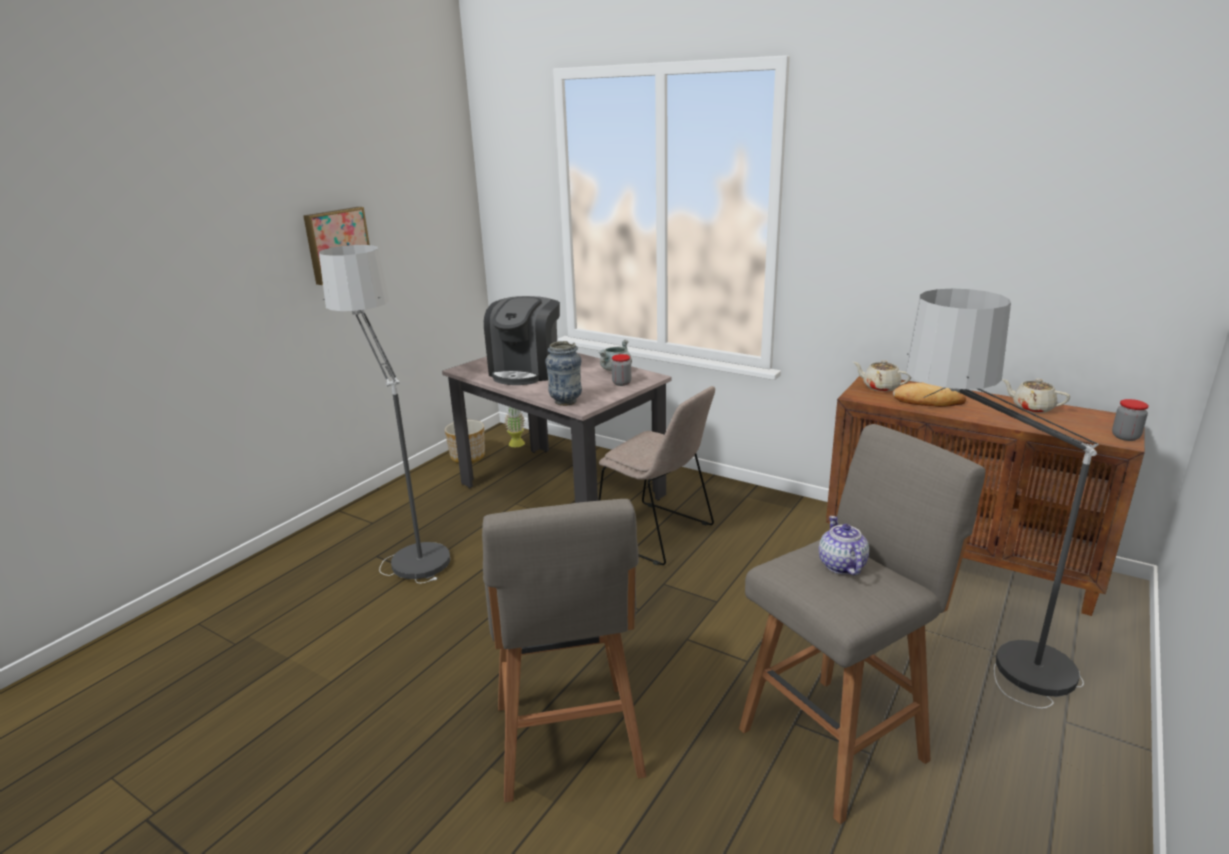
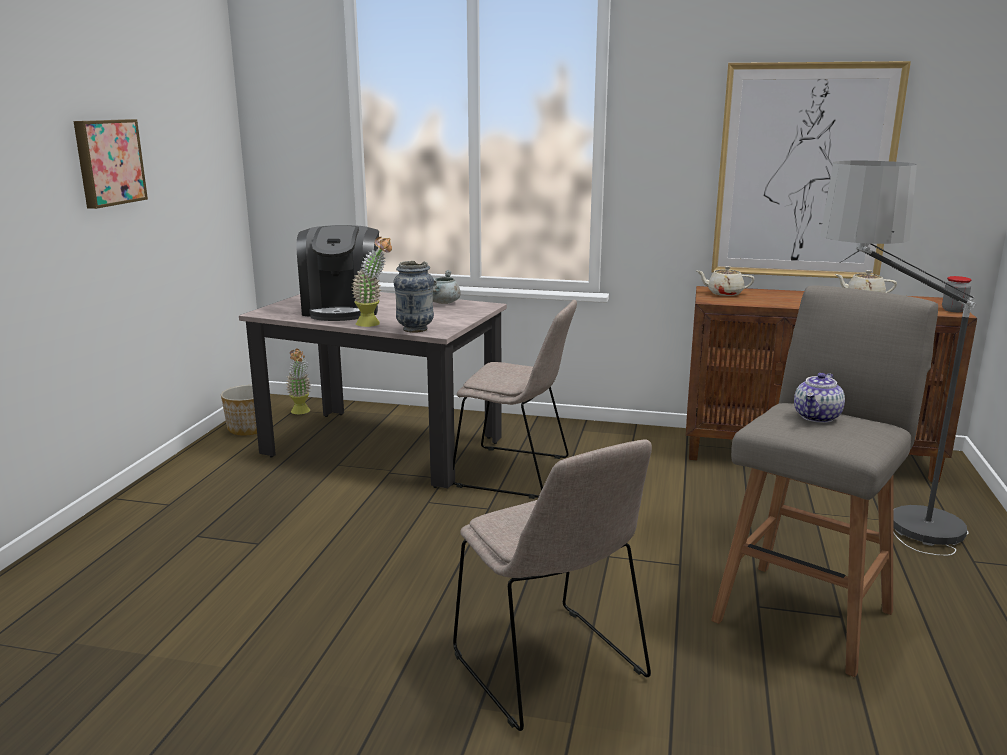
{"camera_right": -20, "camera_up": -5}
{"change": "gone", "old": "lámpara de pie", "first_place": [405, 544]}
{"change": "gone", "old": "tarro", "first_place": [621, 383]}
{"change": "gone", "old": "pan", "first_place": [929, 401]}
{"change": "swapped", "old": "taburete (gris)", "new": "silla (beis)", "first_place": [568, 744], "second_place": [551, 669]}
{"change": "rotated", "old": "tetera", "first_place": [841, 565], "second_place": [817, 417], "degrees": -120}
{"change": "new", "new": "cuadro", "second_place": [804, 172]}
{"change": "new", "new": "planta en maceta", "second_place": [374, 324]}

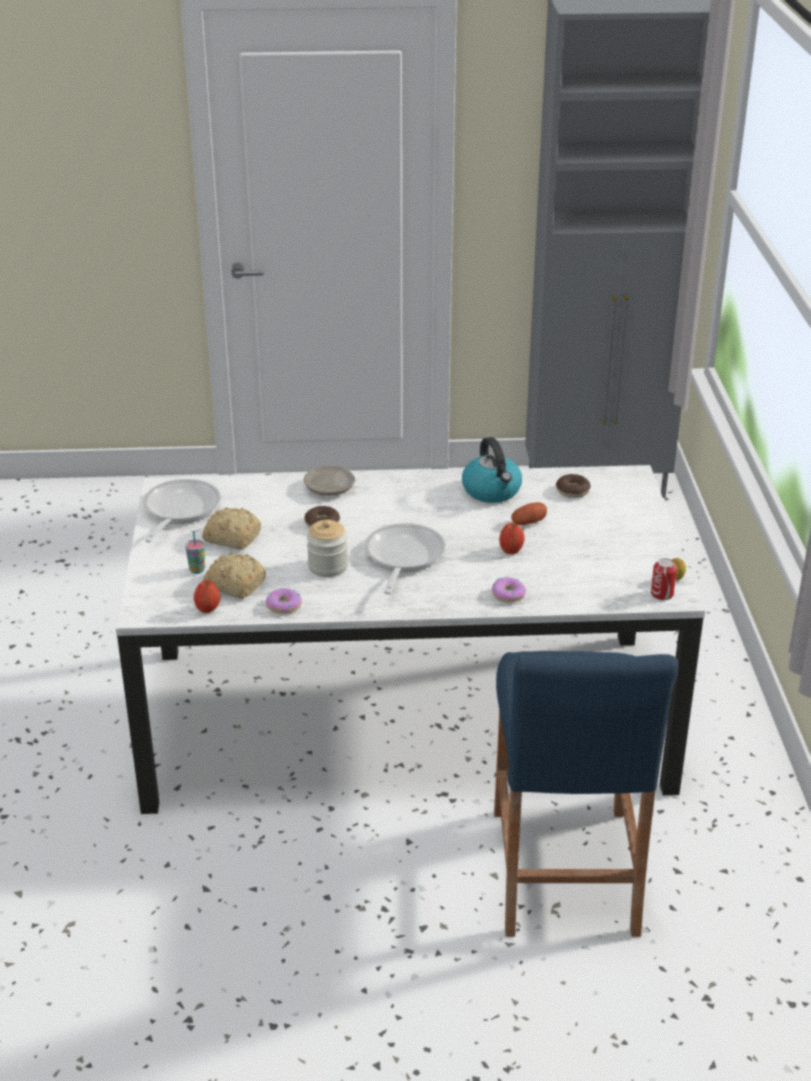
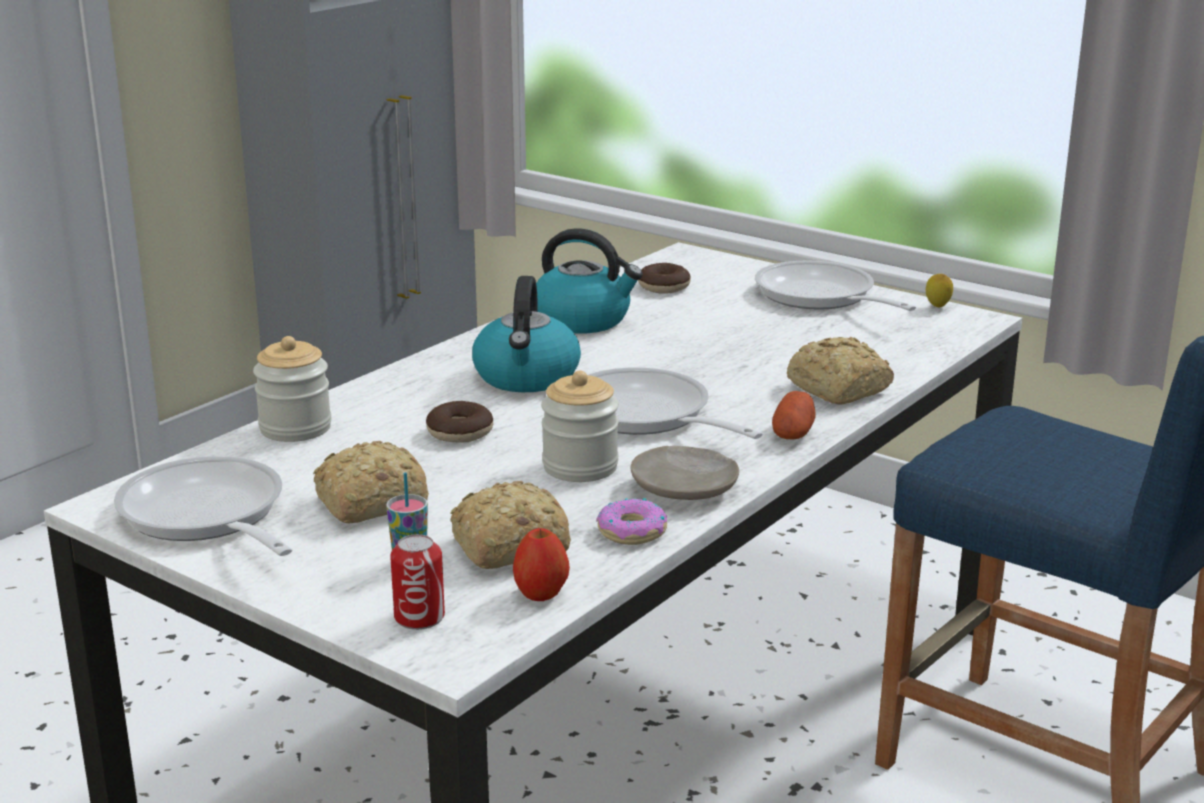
{"camera_right": -50, "camera_up": -10}
{"change": "shifted", "old": "plato (beis)", "first_place": [330, 488], "second_place": [685, 489]}
{"change": "shifted", "old": "patata", "first_place": [528, 522], "second_place": [793, 433]}
{"change": "gone", "old": "manzana", "first_place": [511, 550]}
{"change": "shifted", "old": "lata", "first_place": [662, 594], "second_place": [419, 617]}
{"change": "swapped", "old": "rosquilla", "new": "pan", "first_place": [508, 594], "second_place": [838, 390]}
{"change": "new", "new": "sartén", "second_place": [820, 297]}
{"change": "new", "new": "hervidor", "second_place": [527, 377]}
{"change": "new", "new": "tarro", "second_place": [295, 428]}

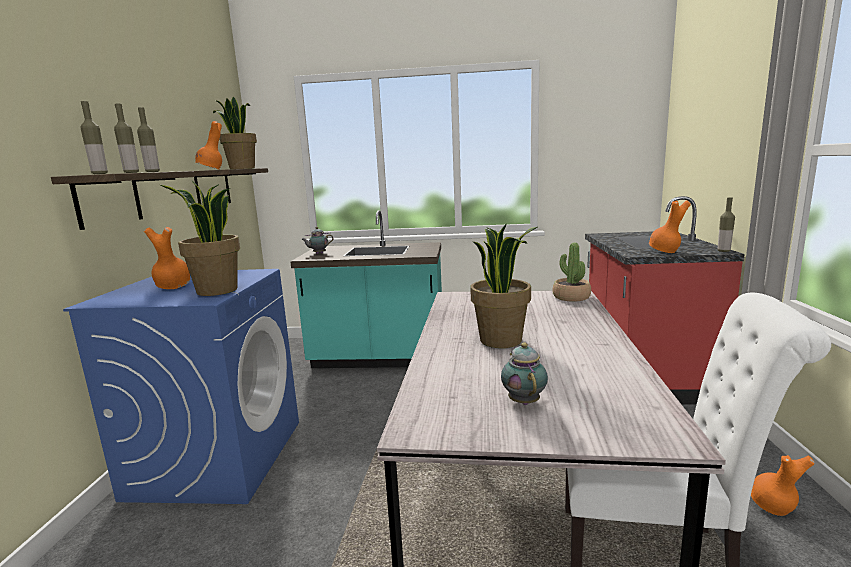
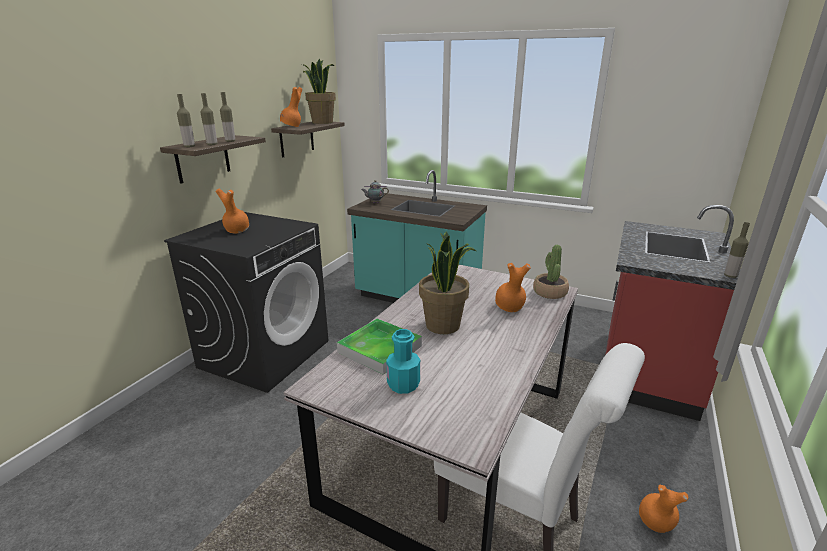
{"camera_right": 20, "camera_up": 10}
{"change": "gone", "old": "planta en maceta", "first_place": [216, 291]}
{"change": "shifted", "old": "florero (naranja)", "first_place": [664, 252], "second_place": [509, 308]}
{"change": "repainted", "old": "lavadora (azul)", "new": "lavadora (negro)", "first_place": [218, 457], "second_place": [265, 353]}
{"change": "swapped", "old": "tetera", "new": "botella (turquesa)", "first_place": [523, 401], "second_place": [403, 384]}
{"change": "new", "new": "bandeja", "second_place": [380, 349]}

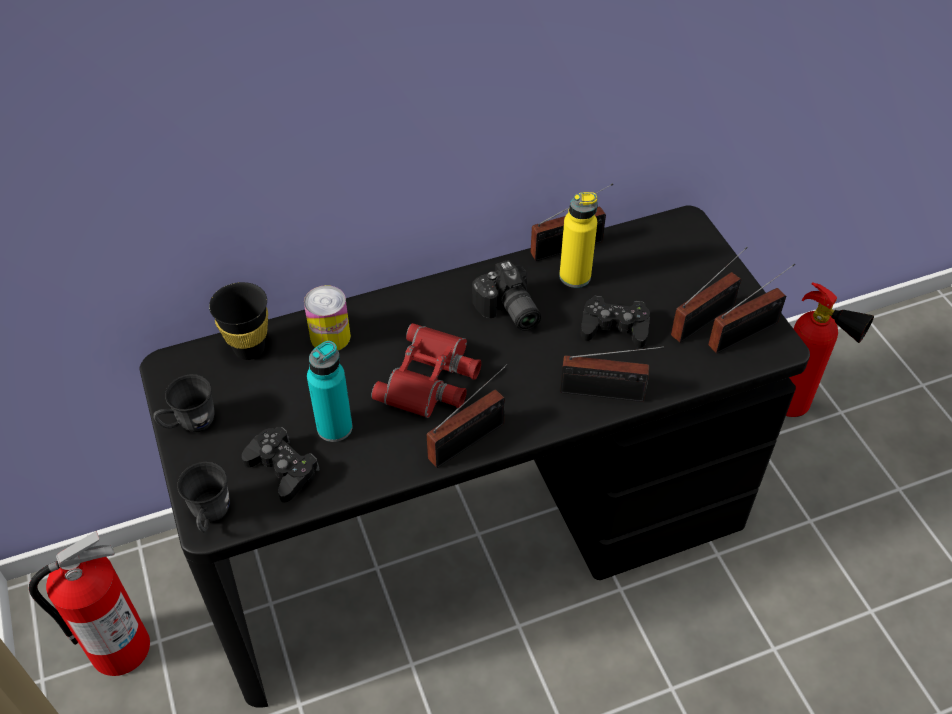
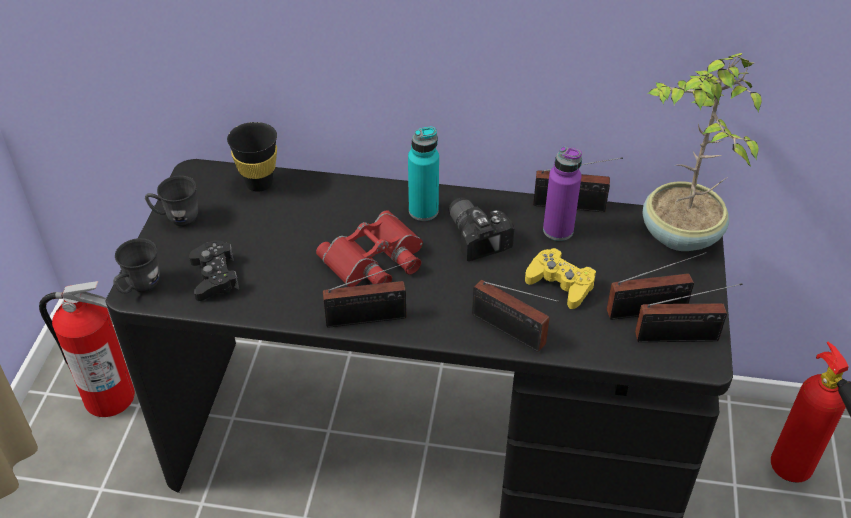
{"camera_right": 30, "camera_up": -5}
{"change": "repainted", "old": "botella (amarillo)", "new": "botella (morado)", "first_place": [575, 276], "second_place": [558, 230]}
{"change": "rotated", "old": "cámara", "first_place": [507, 312], "second_place": [478, 235], "degrees": 150}
{"change": "gone", "old": "lata", "first_place": [330, 337]}
{"change": "repainted", "old": "mando de consola (negro)", "new": "mando de consola (amarillo)", "first_place": [614, 327], "second_place": [560, 283]}
{"change": "shifted", "old": "botella (turquesa)", "first_place": [334, 427], "second_place": [423, 211]}
{"change": "new", "new": "planta en maceta", "second_place": [678, 236]}

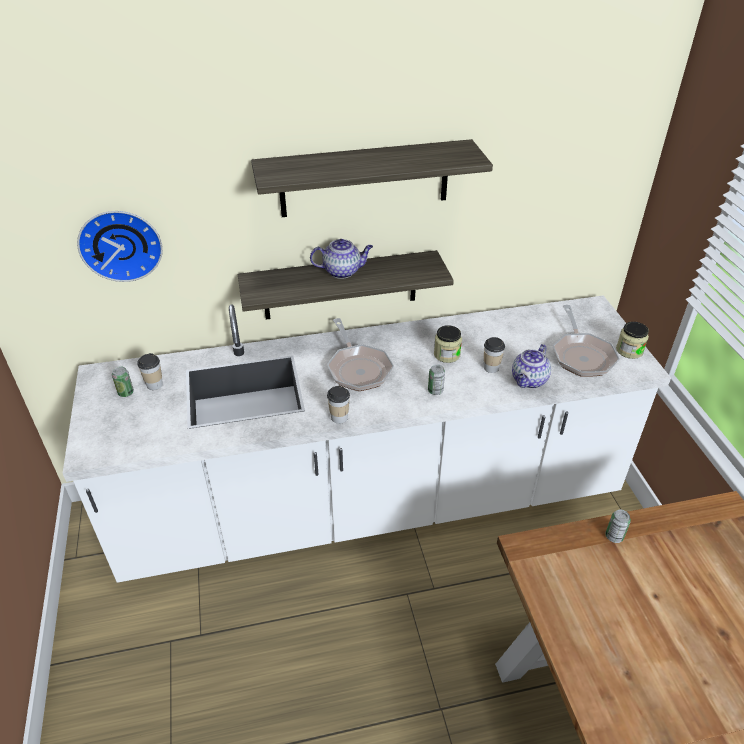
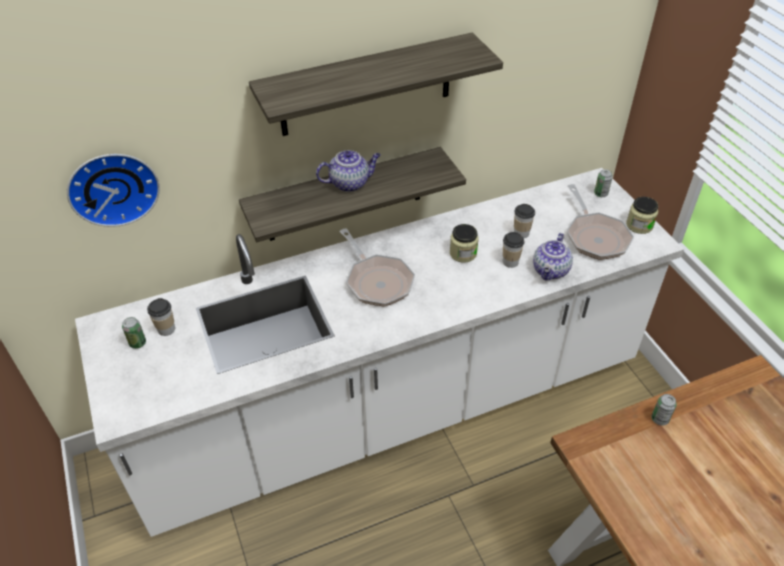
{"camera_right": -10, "camera_up": 5}
{"change": "shifted", "old": "lata", "first_place": [435, 391], "second_place": [600, 194]}
{"change": "shifted", "old": "taza", "first_place": [339, 417], "second_place": [521, 233]}

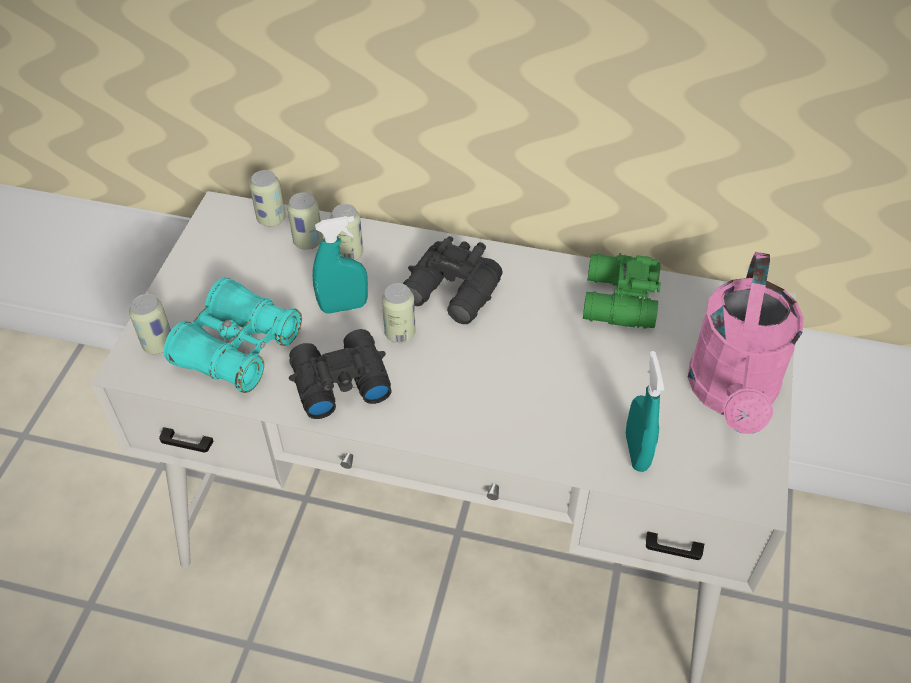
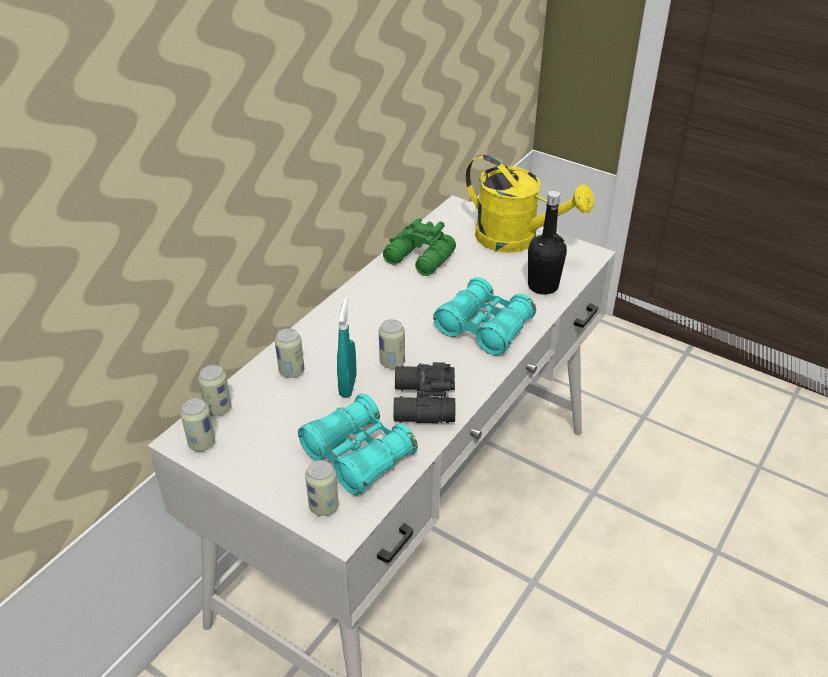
{"camera_right": -70, "camera_up": -10}
{"change": "shifted", "old": "lata", "first_place": [308, 241], "second_place": [202, 443]}
{"change": "gone", "old": "prismáticos (negro)", "first_place": [452, 294]}
{"change": "repainted", "old": "regadera (rosa)", "new": "regadera (amarillo)", "first_place": [732, 395], "second_place": [517, 240]}
{"change": "swapped", "old": "pulverizador (turquesa)", "new": "botella (negro)", "first_place": [636, 451], "second_place": [543, 286]}
{"change": "new", "new": "prismáticos (turquesa)", "second_place": [484, 328]}

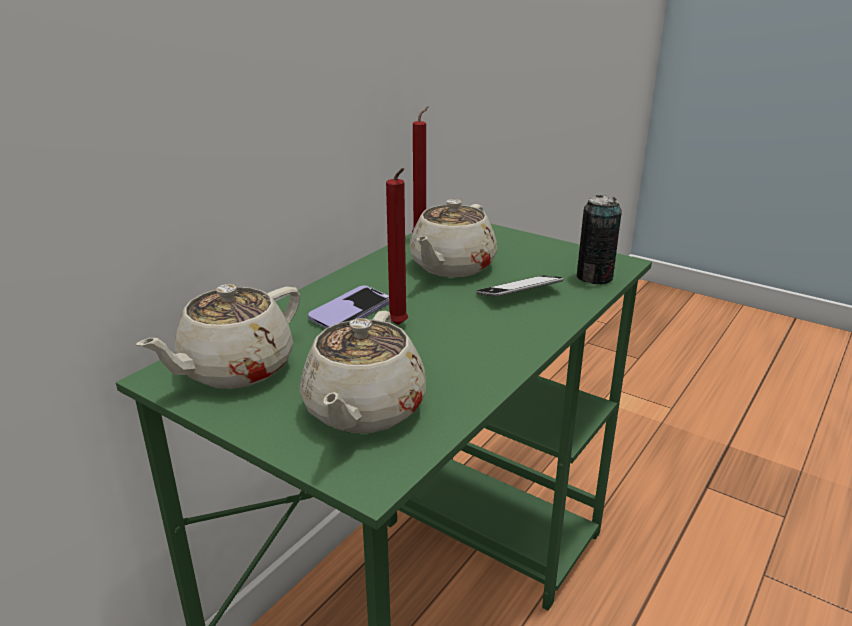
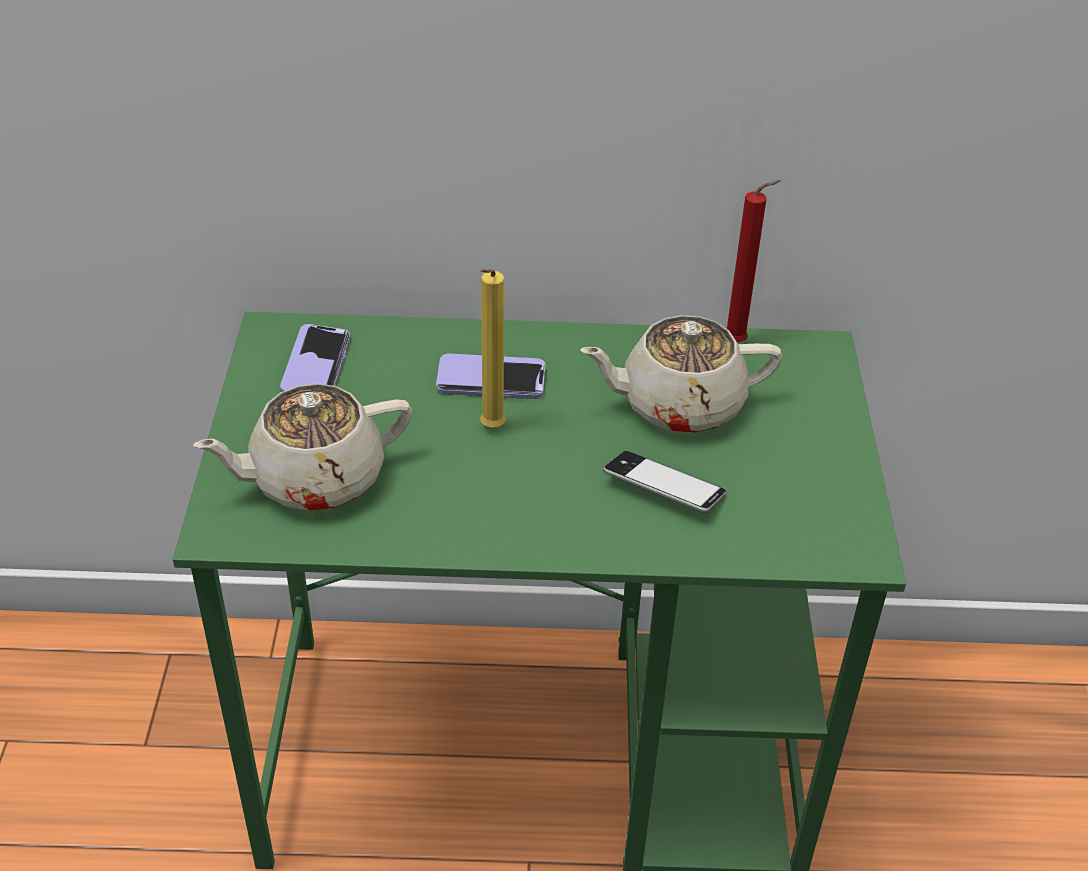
{"camera_right": 55, "camera_up": 15}
{"change": "repainted", "old": "vela (rojo)", "new": "vela (amarillo)", "first_place": [399, 326], "second_place": [490, 429]}
{"change": "gone", "old": "lata", "first_place": [594, 278]}
{"change": "swapped", "old": "tetera (beis)", "new": "móvil", "first_place": [234, 369], "second_place": [316, 365]}

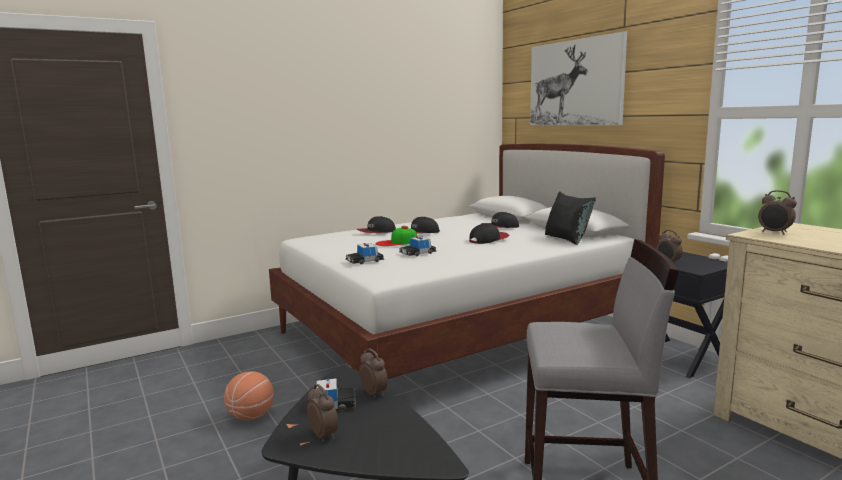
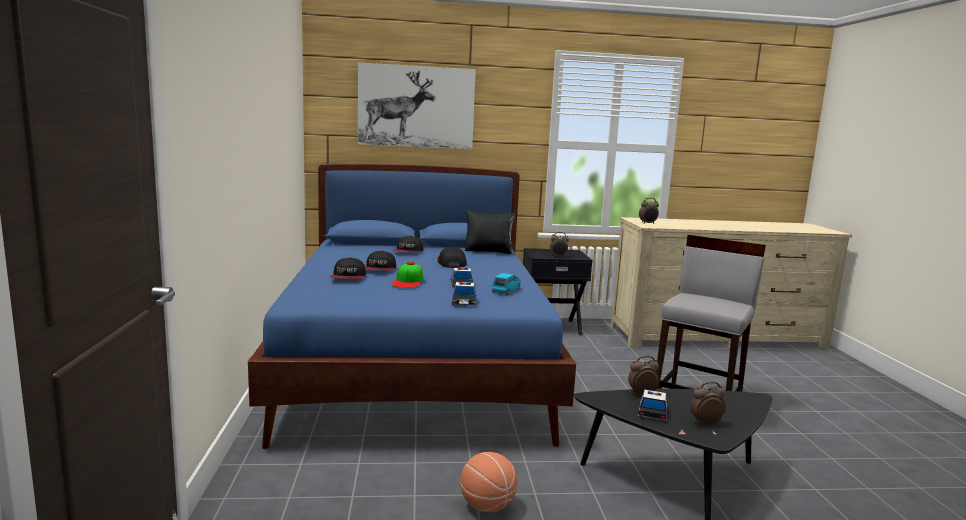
{"camera_right": -65, "camera_up": 0}
{"change": "repainted", "old": "cama (blanco)", "new": "cama (azul)", "first_place": [459, 333], "second_place": [416, 367]}
{"change": "new", "new": "coche de juguete (azul)", "second_place": [506, 290]}

